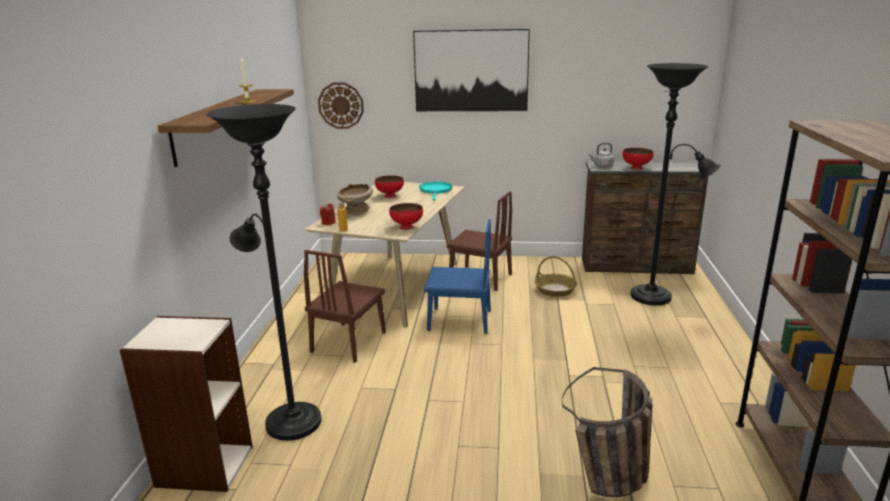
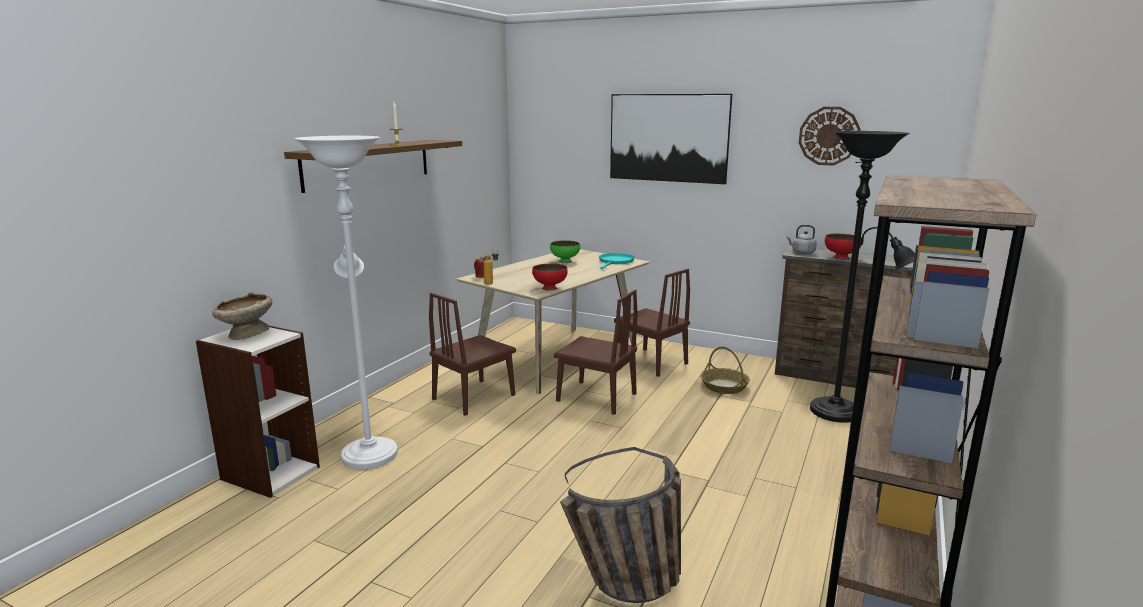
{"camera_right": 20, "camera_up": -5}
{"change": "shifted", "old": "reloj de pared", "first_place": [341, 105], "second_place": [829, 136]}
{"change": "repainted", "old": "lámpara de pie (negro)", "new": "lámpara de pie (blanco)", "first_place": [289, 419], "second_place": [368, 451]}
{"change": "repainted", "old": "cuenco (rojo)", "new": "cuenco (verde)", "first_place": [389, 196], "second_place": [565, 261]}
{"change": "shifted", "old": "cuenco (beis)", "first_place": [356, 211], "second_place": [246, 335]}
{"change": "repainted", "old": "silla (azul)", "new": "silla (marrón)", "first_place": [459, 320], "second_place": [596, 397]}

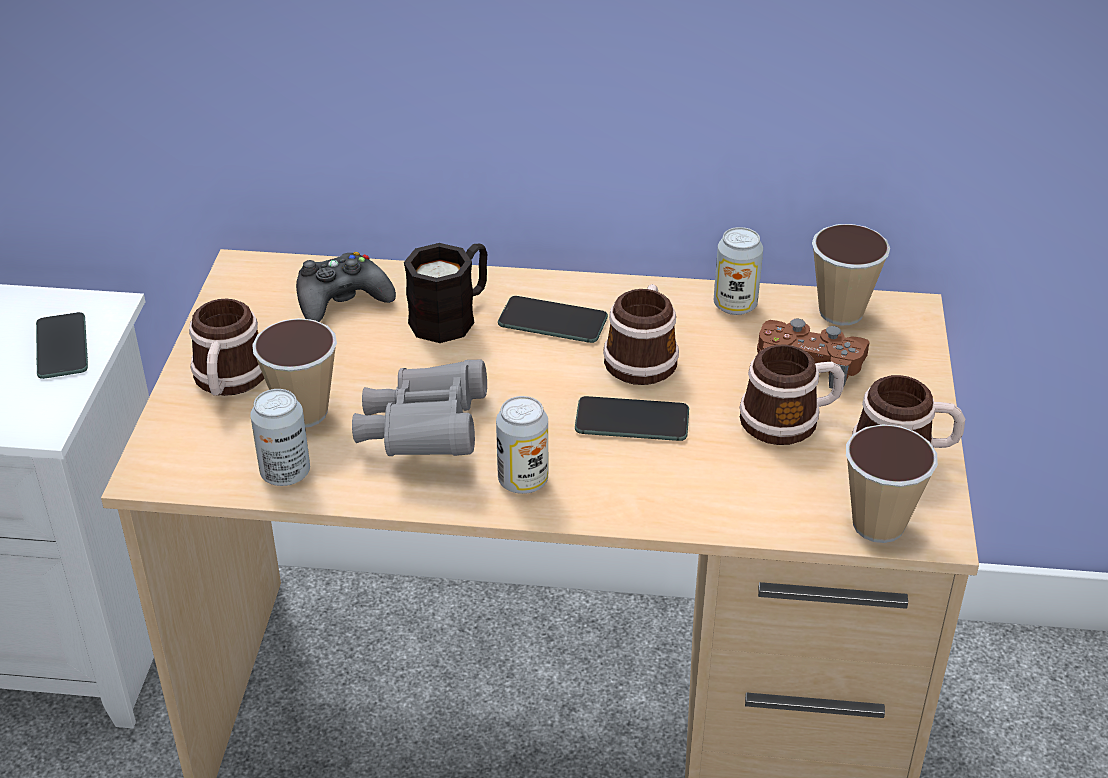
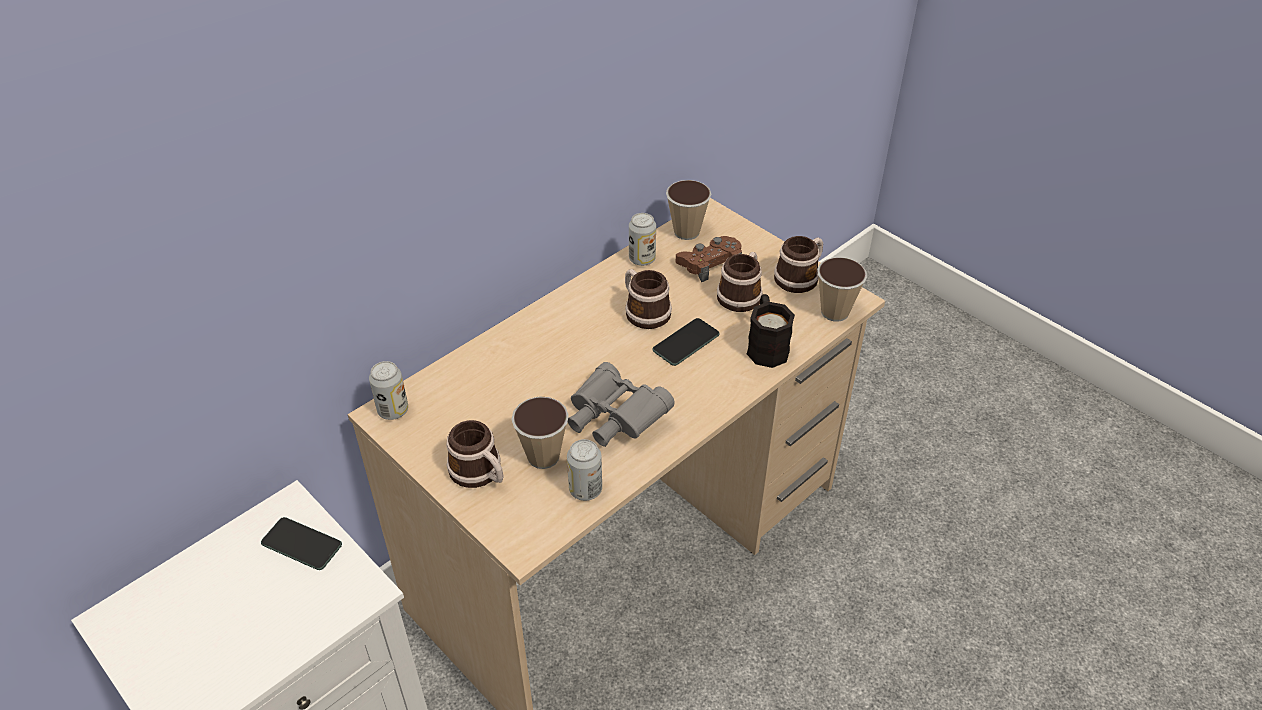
{"camera_right": -50, "camera_up": 5}
{"change": "shifted", "old": "taza grande (negro)", "first_place": [452, 316], "second_place": [766, 345]}
{"change": "gone", "old": "mando de consola (negro)", "first_place": [342, 299]}
{"change": "gone", "old": "móvil", "first_place": [552, 321]}
{"change": "shifted", "old": "lata", "first_place": [523, 480], "second_place": [393, 410]}

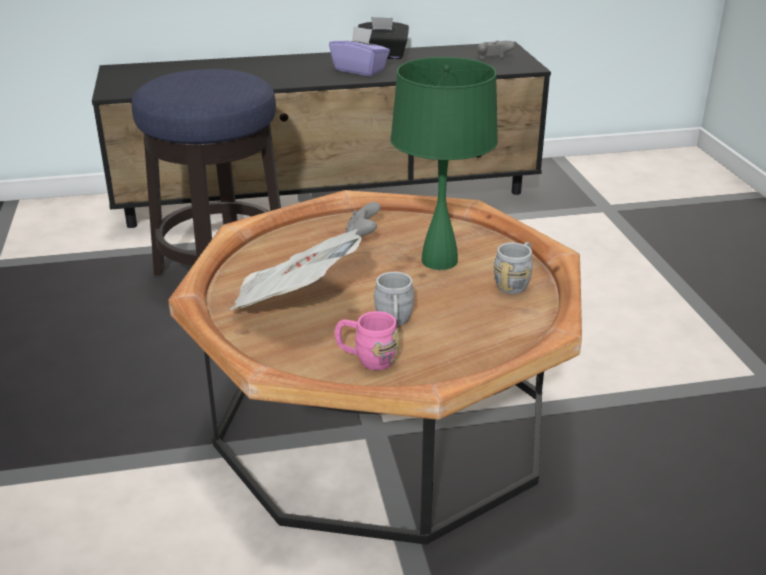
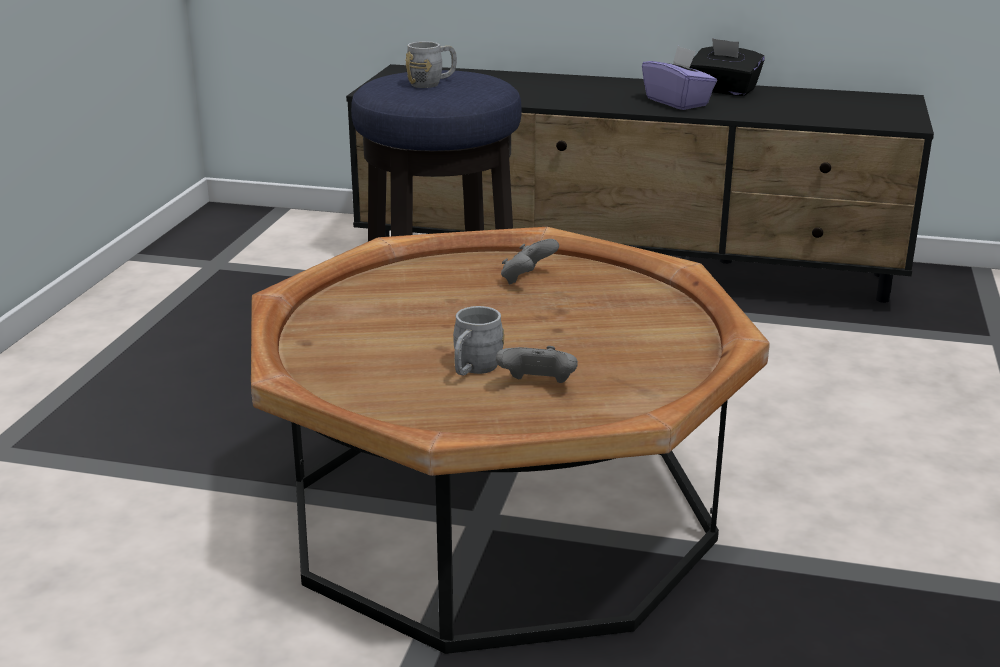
{"camera_right": 25, "camera_up": -5}
{"change": "shifted", "old": "mando de consola (gris)", "first_place": [493, 61], "second_place": [538, 386]}
{"change": "gone", "old": "lámpara de mesa (verde)", "first_place": [440, 261]}
{"change": "gone", "old": "periódico", "first_place": [294, 301]}
{"change": "shifted", "old": "taza grande (gris)", "first_place": [515, 283], "second_place": [432, 83]}
{"change": "gone", "old": "taza grande (rosa)", "first_place": [367, 359]}

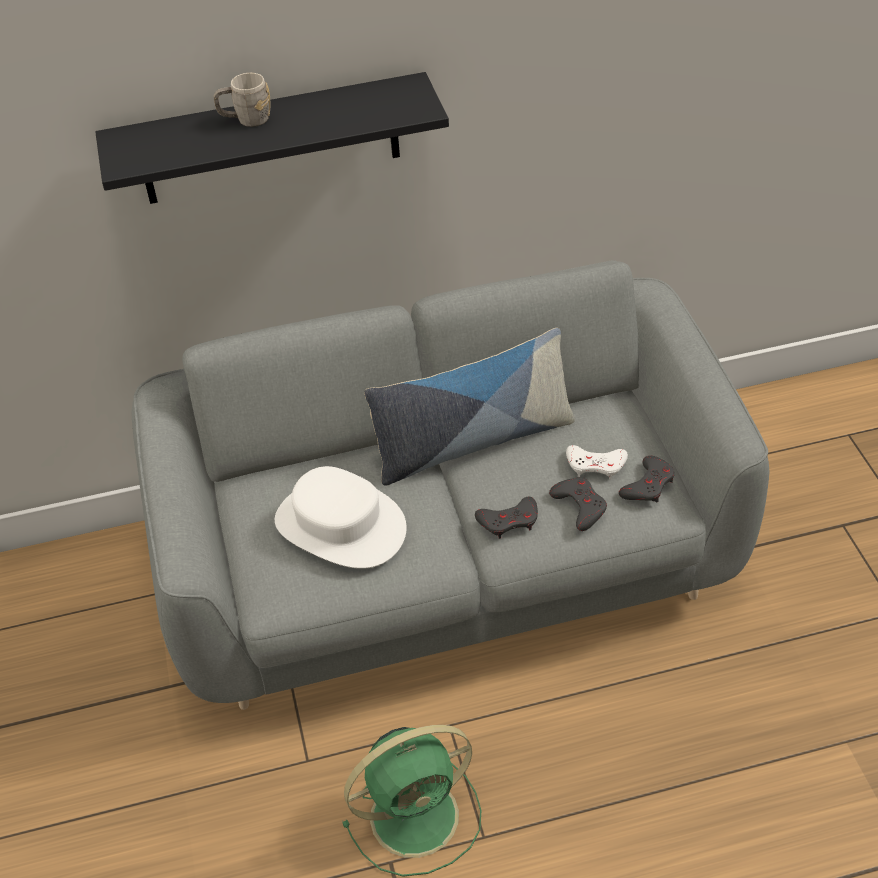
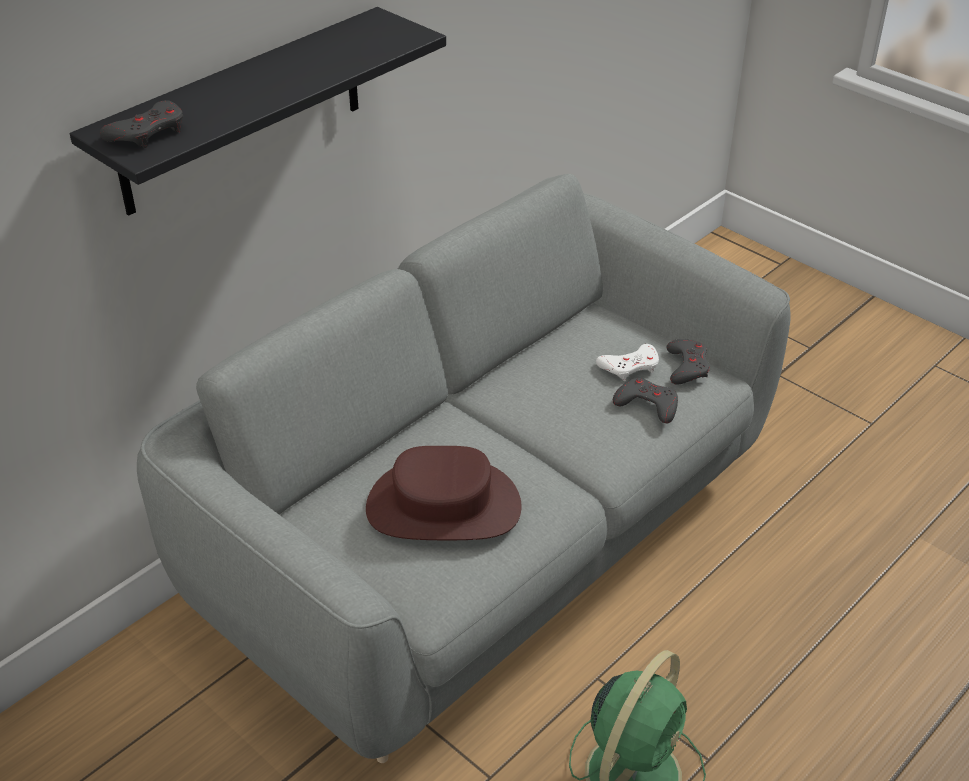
{"camera_right": -35, "camera_up": -5}
{"change": "gone", "old": "taza grande (gris)", "first_place": [246, 120]}
{"change": "gone", "old": "cojín", "first_place": [473, 442]}
{"change": "repainted", "old": "sombrero (blanco)", "new": "sombrero (marrón)", "first_place": [339, 526], "second_place": [443, 507]}
{"change": "shifted", "old": "mando de consola (gris)", "first_place": [509, 521], "second_place": [148, 132]}

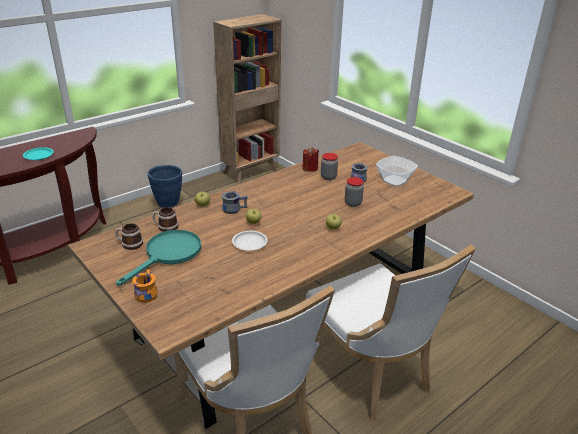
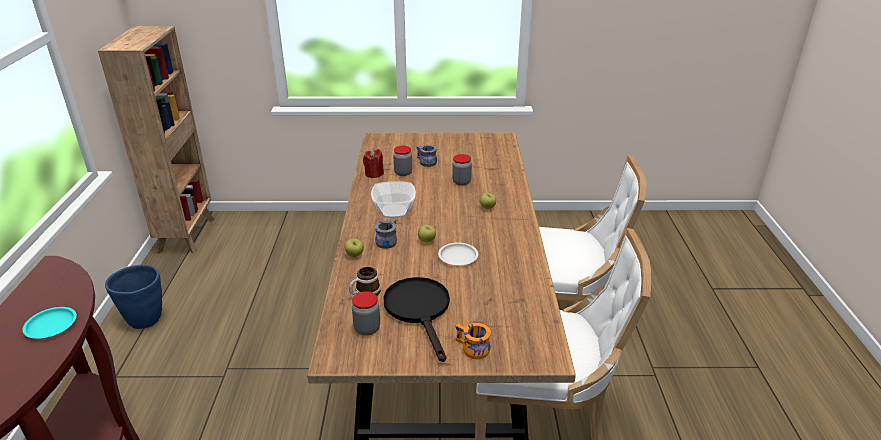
{"camera_right": -50, "camera_up": 0}
{"change": "shifted", "old": "cuenco", "first_place": [394, 181], "second_place": [394, 212]}
{"change": "swapped", "old": "taza grande", "new": "tarro", "first_place": [129, 244], "second_place": [367, 328]}
{"change": "repainted", "old": "sartén (turquesa)", "new": "sartén (negro)", "first_place": [168, 254], "second_place": [420, 310]}

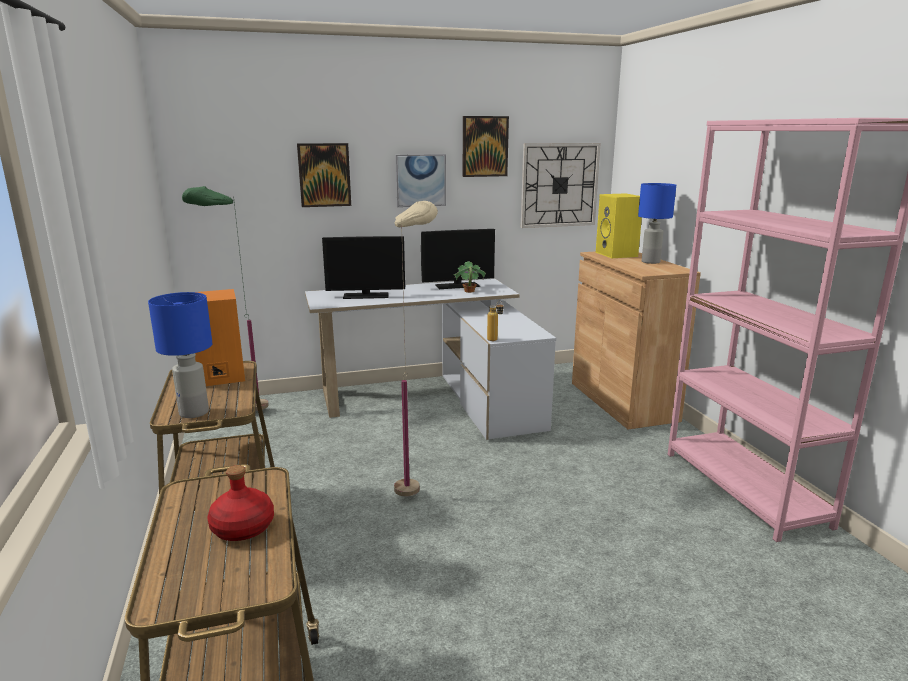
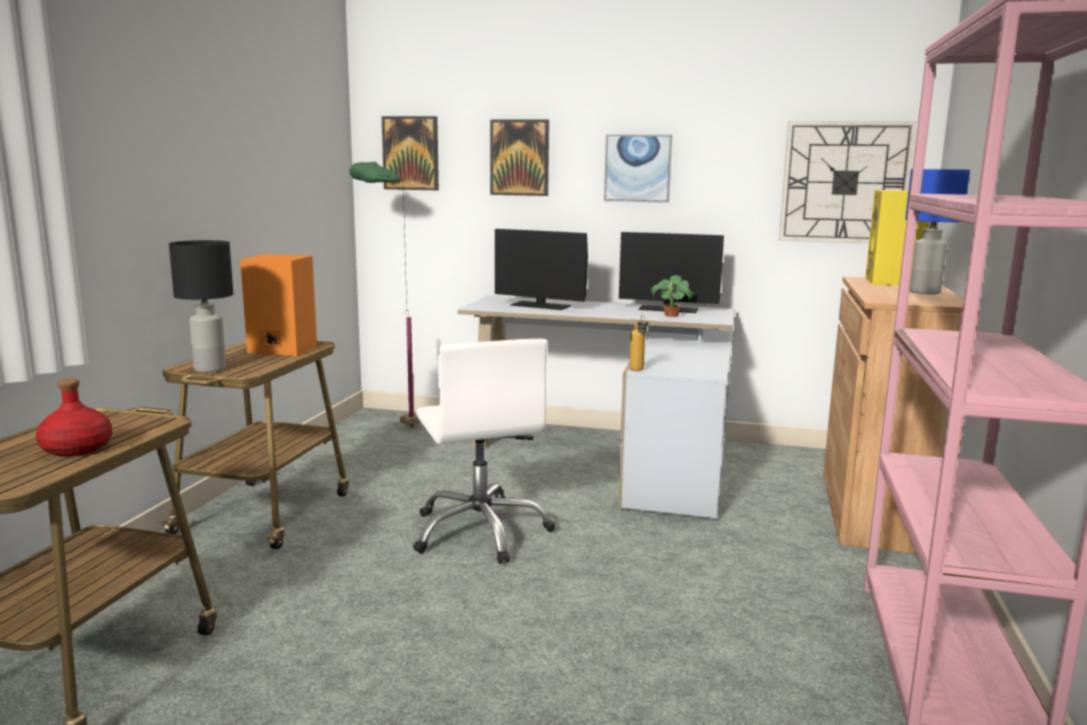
{"camera_right": 30, "camera_up": -5}
{"change": "shifted", "old": "cuadro", "first_place": [484, 146], "second_place": [411, 153]}
{"change": "swapped", "old": "lámpara de pie (beis)", "new": "silla de oficina (blanco)", "first_place": [417, 485], "second_place": [481, 531]}
{"change": "repainted", "old": "lámpara de mesa (azul)", "new": "lámpara de mesa (negro)", "first_place": [194, 413], "second_place": [209, 369]}

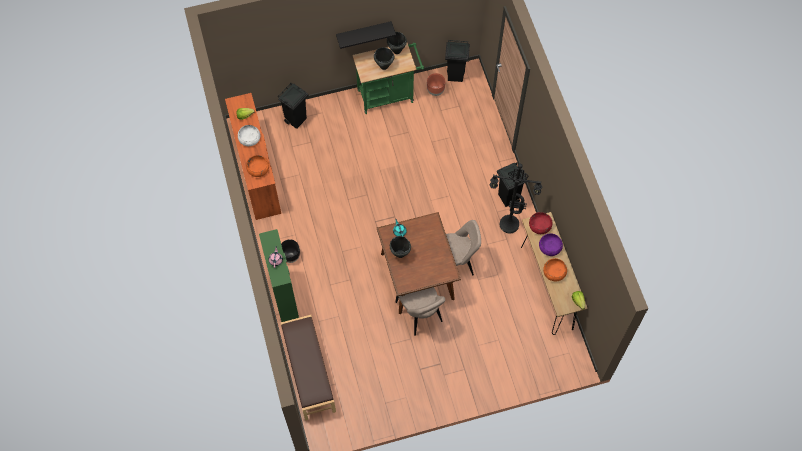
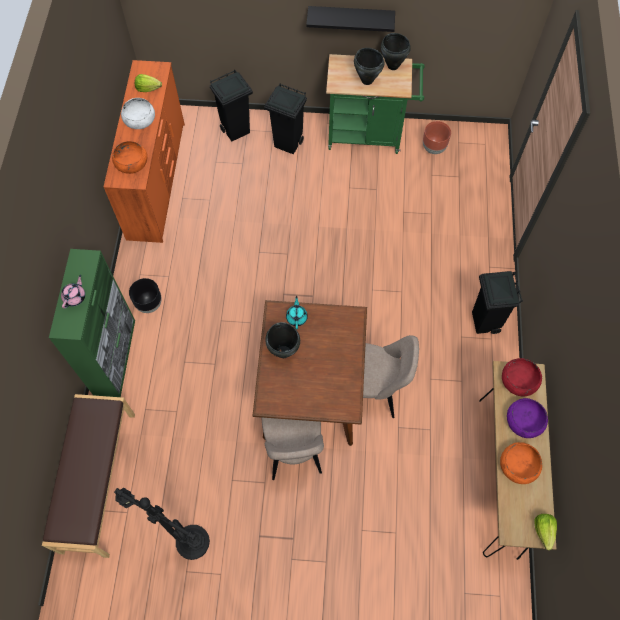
{"camera_right": 20, "camera_up": 0}
{"change": "shifted", "old": "papelera (negro)", "first_place": [455, 75], "second_place": [288, 144]}
{"change": "shifted", "old": "lámpara de pie (negro)", "first_place": [508, 225], "second_place": [190, 543]}

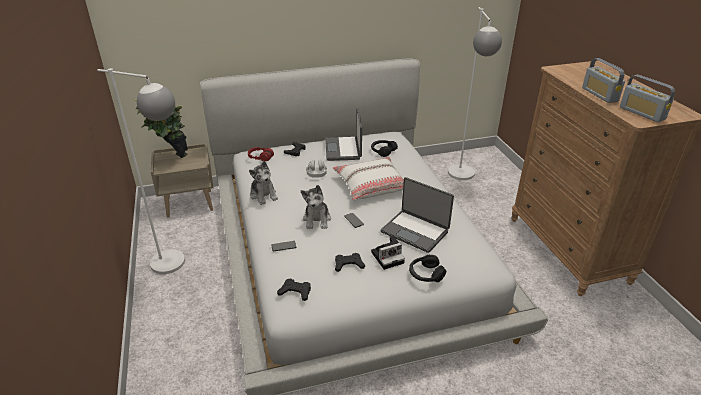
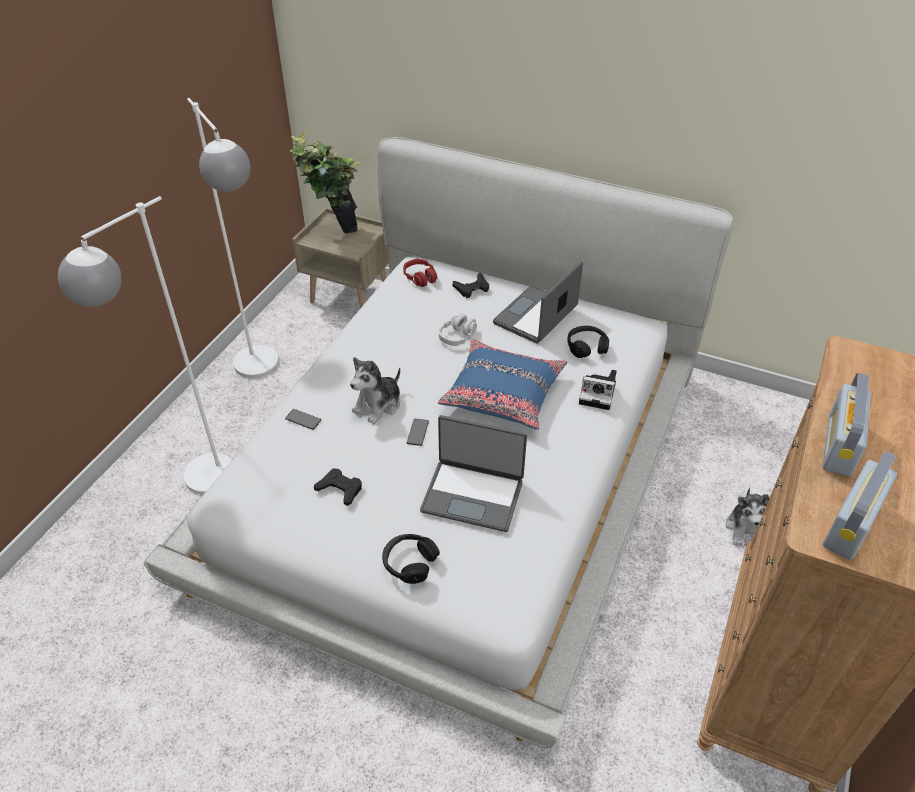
{"camera_right": 40, "camera_up": 10}
{"change": "shifted", "old": "lámpara de pie (blanco)", "first_place": [463, 178], "second_place": [196, 486]}
{"change": "rotated", "old": "radio", "first_place": [642, 113], "second_place": [851, 524], "degrees": -150}
{"change": "repainted", "old": "cojín (blanco)", "new": "cojín (azul)", "first_place": [372, 185], "second_place": [503, 393]}
{"change": "shifted", "old": "peluche", "first_place": [263, 195], "second_place": [746, 529]}
{"change": "rotated", "old": "portátil", "first_place": [415, 231], "second_place": [473, 495], "degrees": -60}
{"change": "shifted", "old": "cámara", "first_place": [388, 257], "second_place": [599, 394]}
{"change": "gone", "old": "mando de consola (negro)", "first_place": [295, 292]}

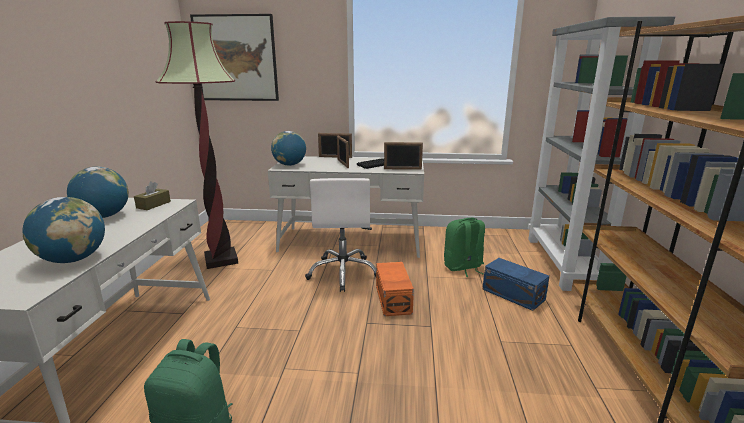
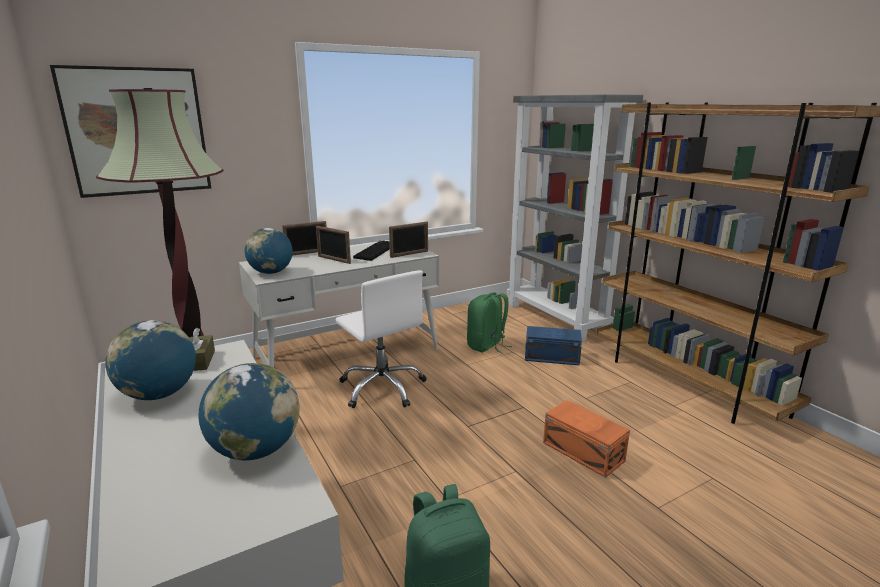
{"camera_right": -35, "camera_up": 0}
{"change": "shifted", "old": "caja de almacenaje (naranja)", "first_place": [392, 300], "second_place": [583, 452]}

